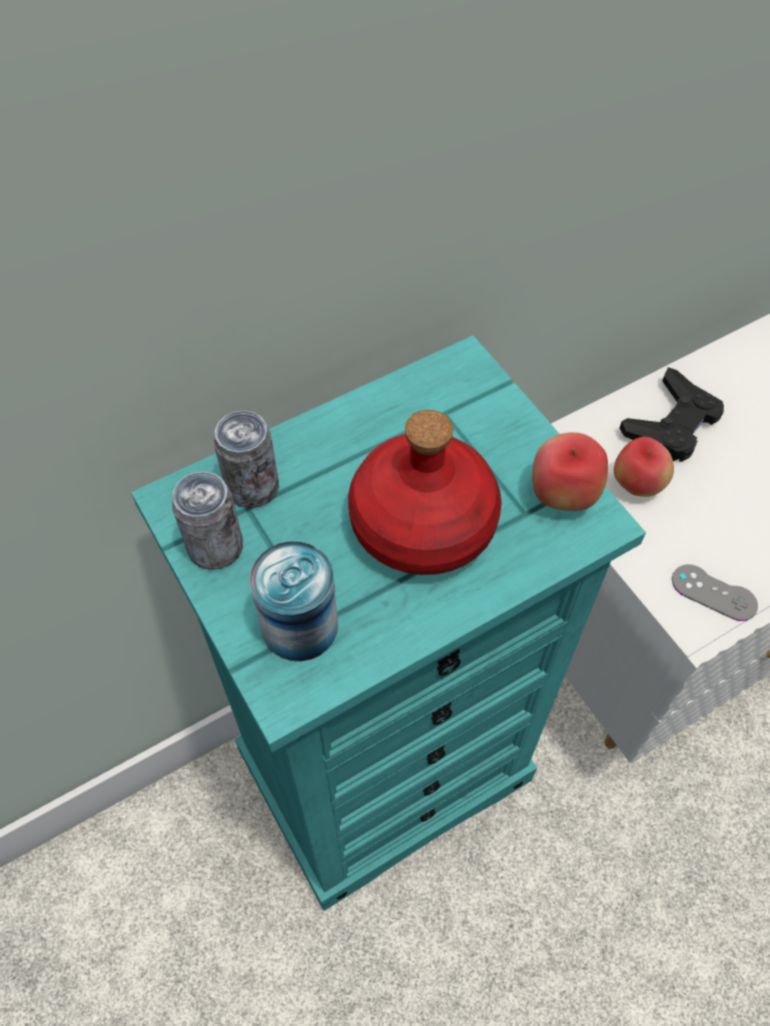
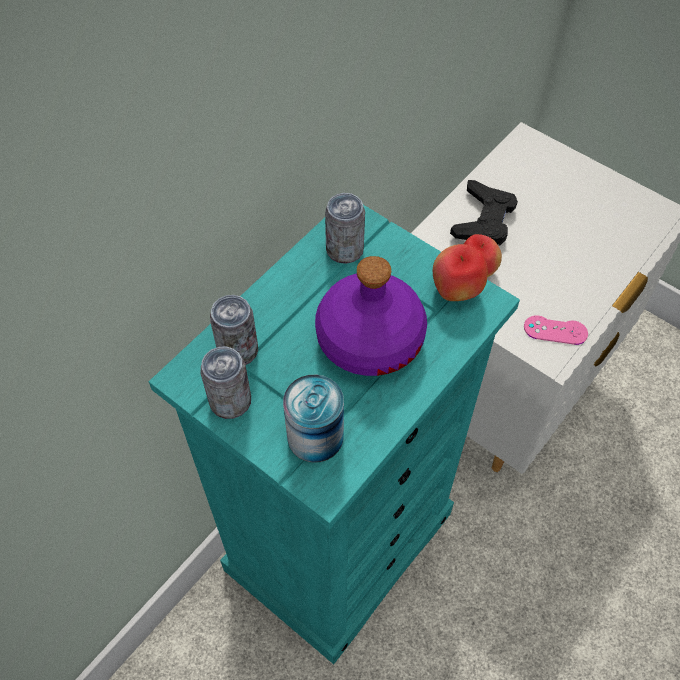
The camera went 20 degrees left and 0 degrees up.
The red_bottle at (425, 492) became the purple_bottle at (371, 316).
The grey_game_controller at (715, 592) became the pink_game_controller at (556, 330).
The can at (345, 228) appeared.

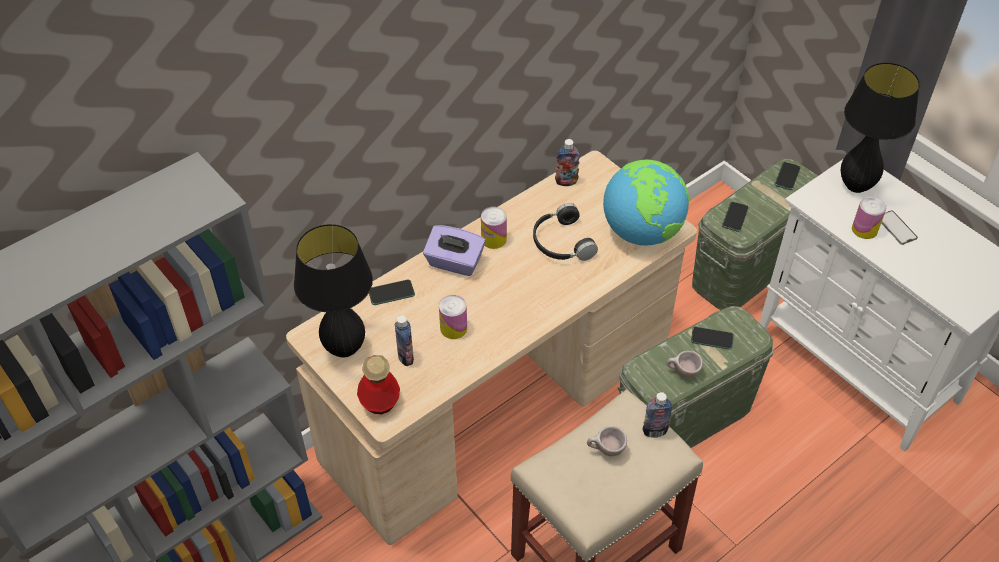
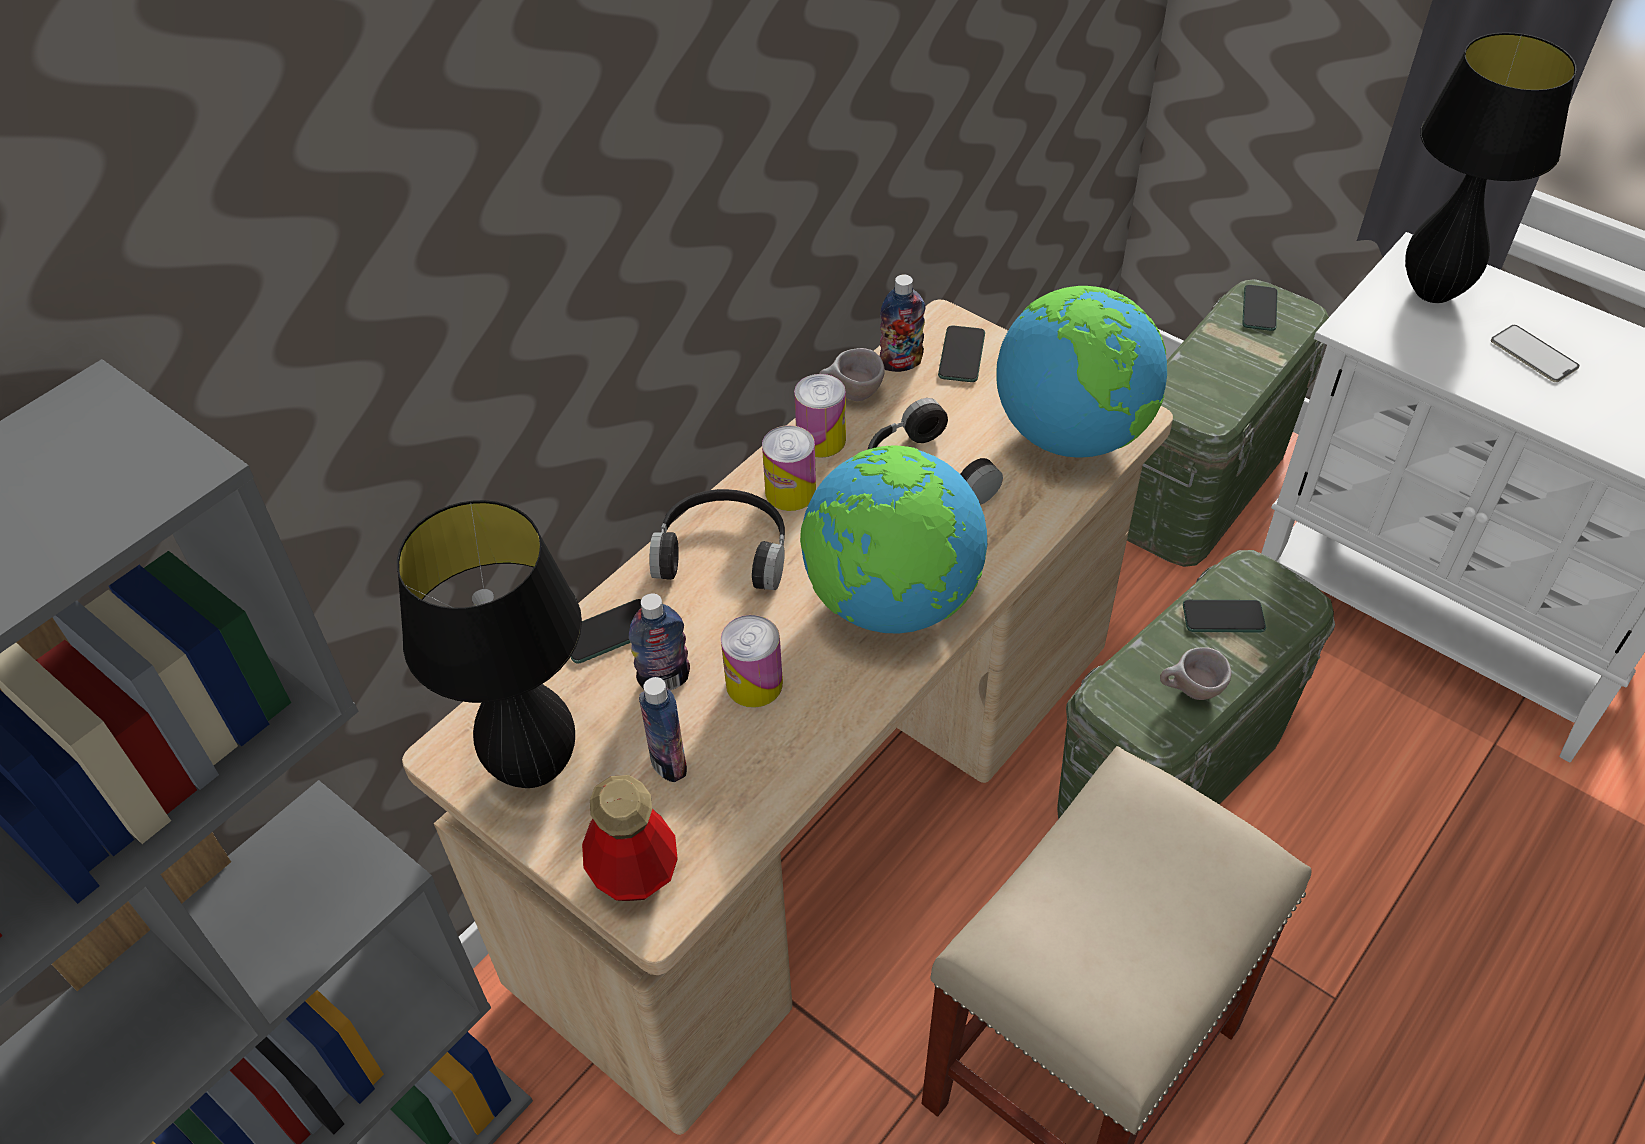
The camera went 10 degrees left and 0 degrees up.
The can moved from (869, 218) to (820, 416).
The phone moved from (735, 217) to (961, 354).
The purple_tissue_box at (454, 250) was replaced by the black_headphones at (717, 539).
The bottle moved from (657, 415) to (659, 642).
The beige_cup moved from (607, 441) to (852, 374).
The globe at (893, 539) appeared.

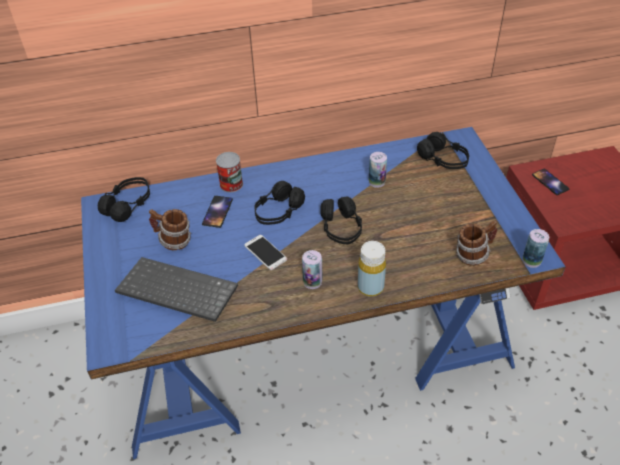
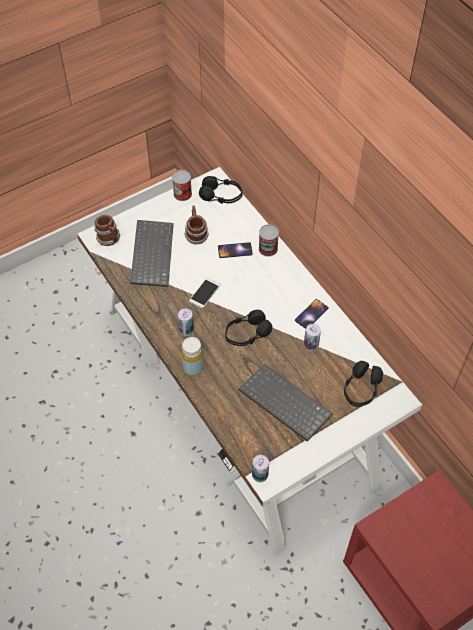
The camera went 70 degrees right and 10 degrees up.
The blue_desk at (323, 293) became the white_desk at (249, 361).
The phone moved from (550, 182) to (312, 314).
The black_headphones at (279, 203) disappeared.
The mug moved from (476, 243) to (107, 230).
The can at (182, 185) appeared.
The keyboard at (285, 402) appeared.

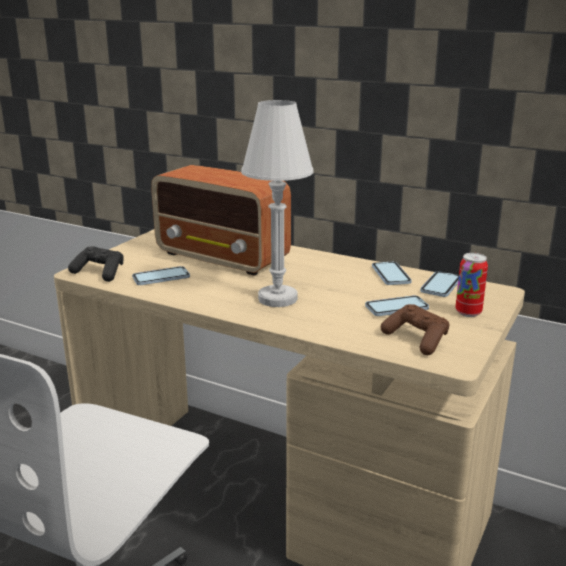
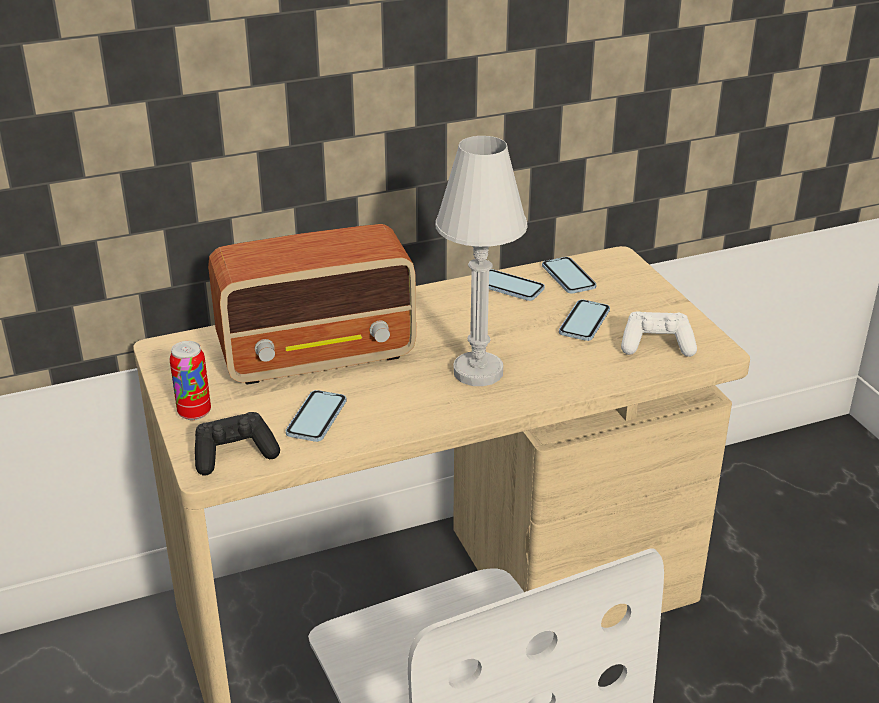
The camera went 50 degrees left and 10 degrees up.
The can moved from (471, 285) to (190, 380).
The brown_game_controller at (415, 329) became the white_game_controller at (659, 334).

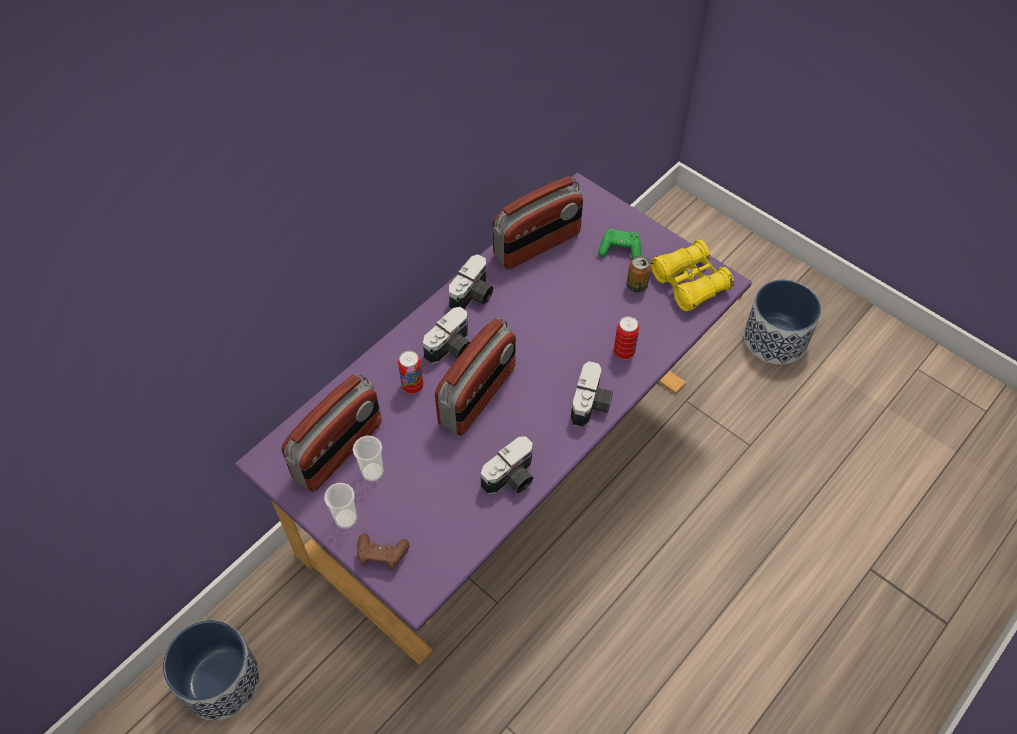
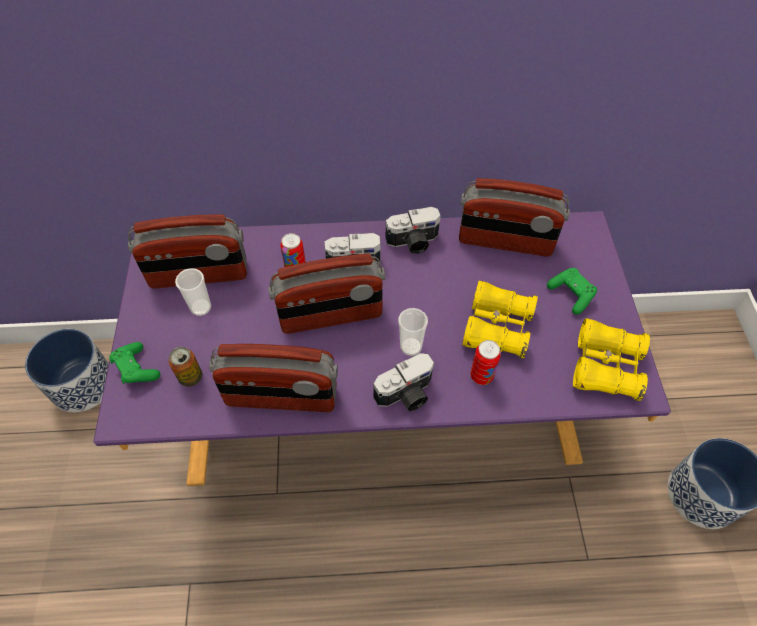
The camera went 45 degrees right and 0 degrees up.
The can moved from (639, 274) to (185, 367).
The photo_camera at (507, 465) was replaced by the radio at (273, 378).
The cup moved from (340, 506) to (413, 332).
The brown_game_controller at (383, 551) became the green_game_controller at (134, 363).
The yellow_binoculars at (500, 320) appeared.

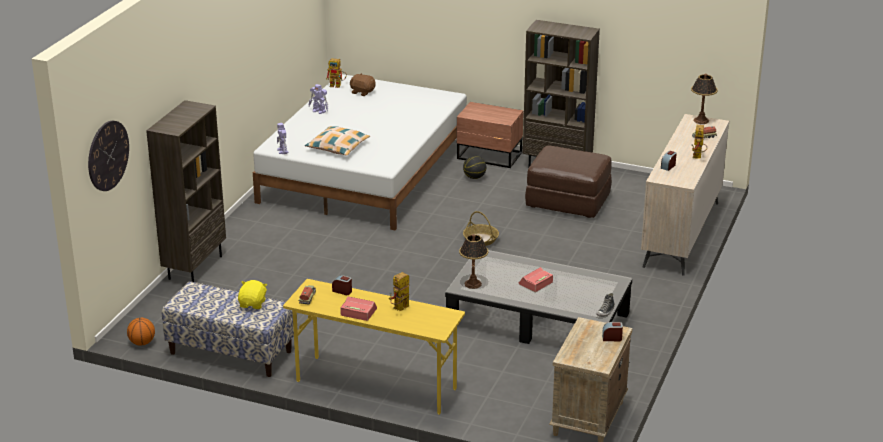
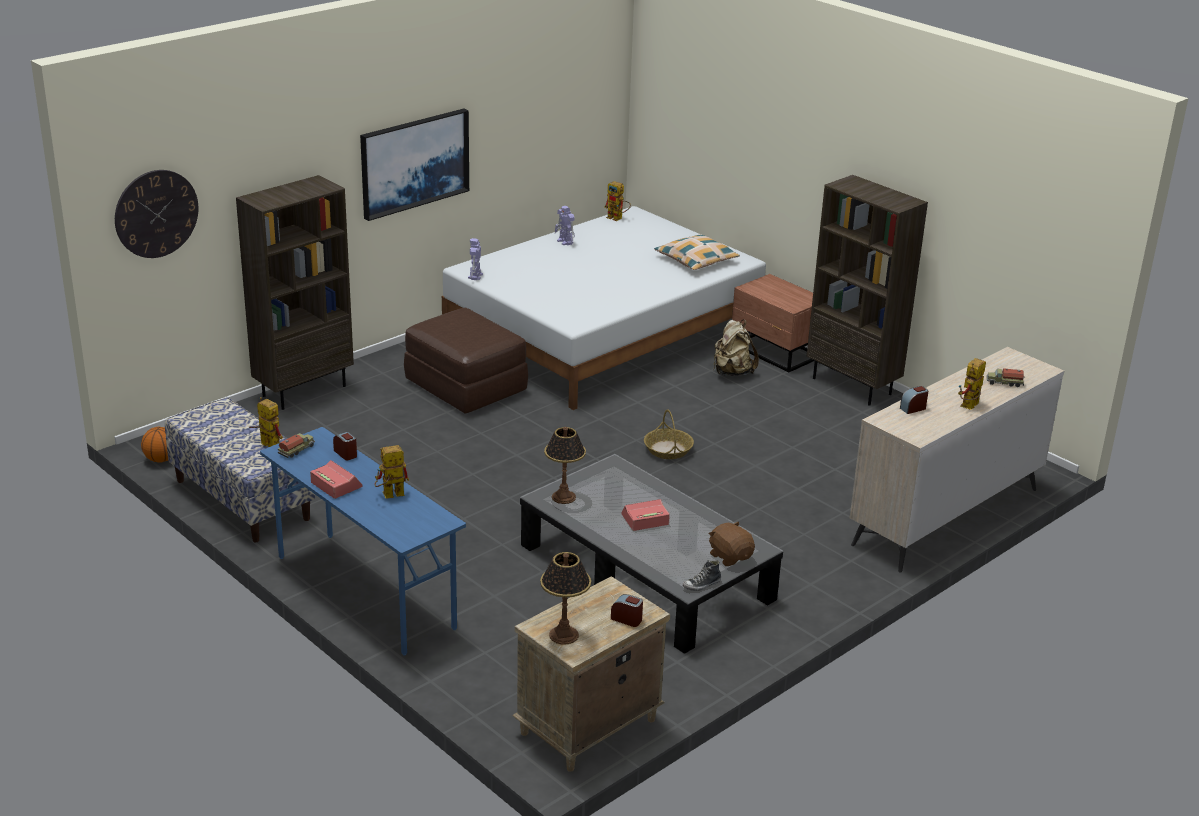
The camera went 25 degrees right and 0 degrees up.
The brown_plush_toy moved from (363, 84) to (732, 543).
The table_lamp moved from (704, 99) to (565, 598).
The pillow moved from (337, 141) to (697, 252).
The brown_ottoman moved from (568, 181) to (466, 360).
The basketball at (474, 167) was replaced by the beige_backpack at (736, 348).
The yellow_desk at (374, 347) became the blue_desk at (363, 541).
The yellow_plush_toy at (252, 294) was replaced by the toy_robot at (266, 422).
The picture at (414, 165) appeared.

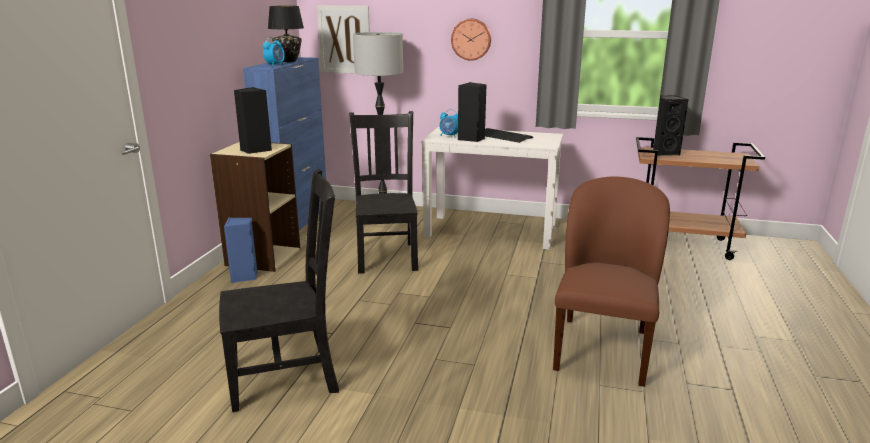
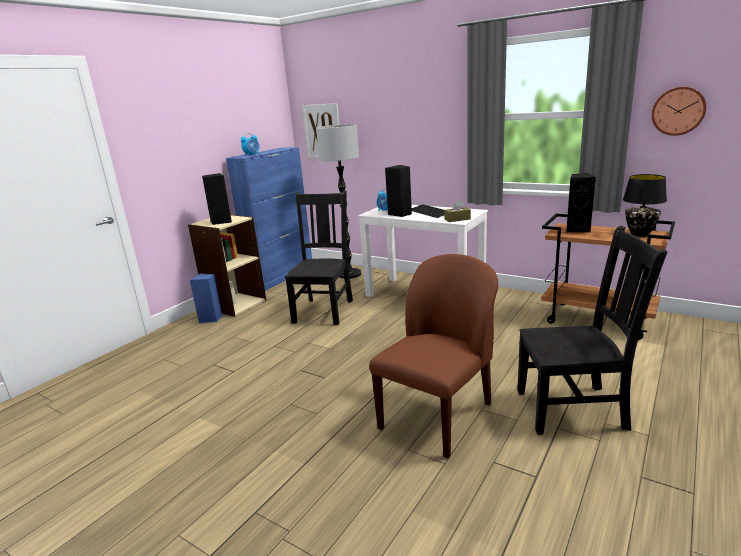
The camera went 20 degrees right and 0 degrees up.
The black_table_lamp moved from (286, 34) to (645, 205).
The wall_clock moved from (471, 40) to (679, 111).
The black_chair moved from (279, 290) to (592, 330).
The brown_tissue_box at (457, 211) appeared.

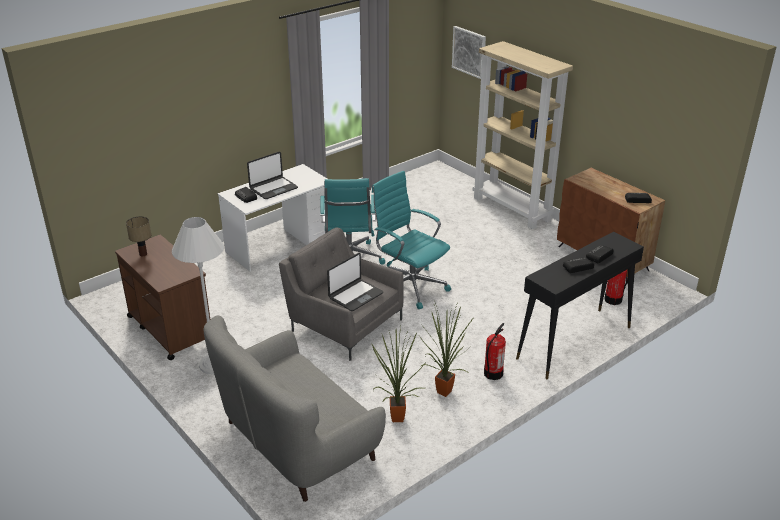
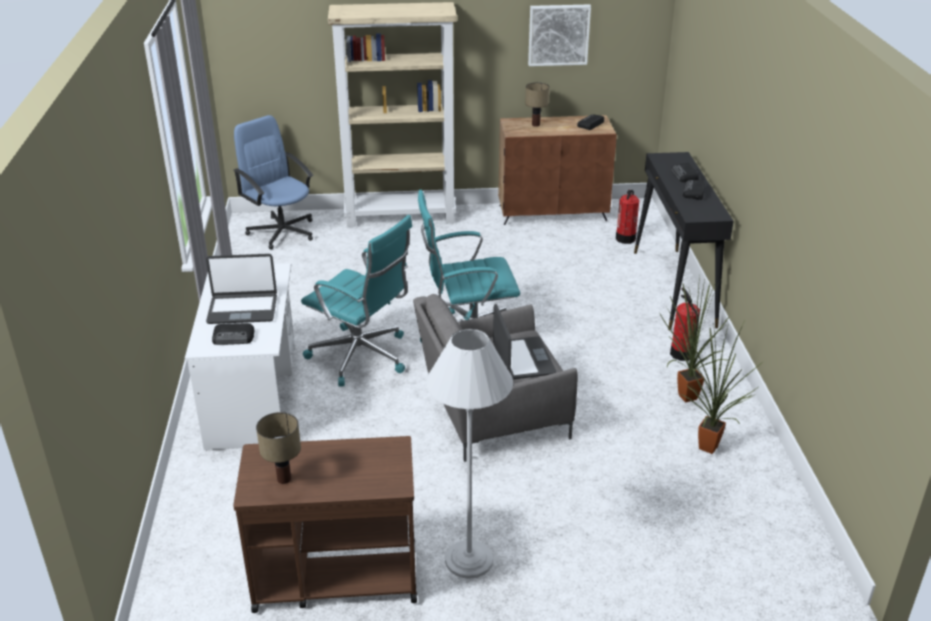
The camera went 55 degrees left and 0 degrees up.
The picture moved from (469, 52) to (559, 35).
The laptop at (272, 175) turned 90 degrees clockwise.
The grey_sofa at (294, 408) disappeared.
The table_lamp at (537, 104) appeared.
The blue_office_chair at (273, 182) appeared.

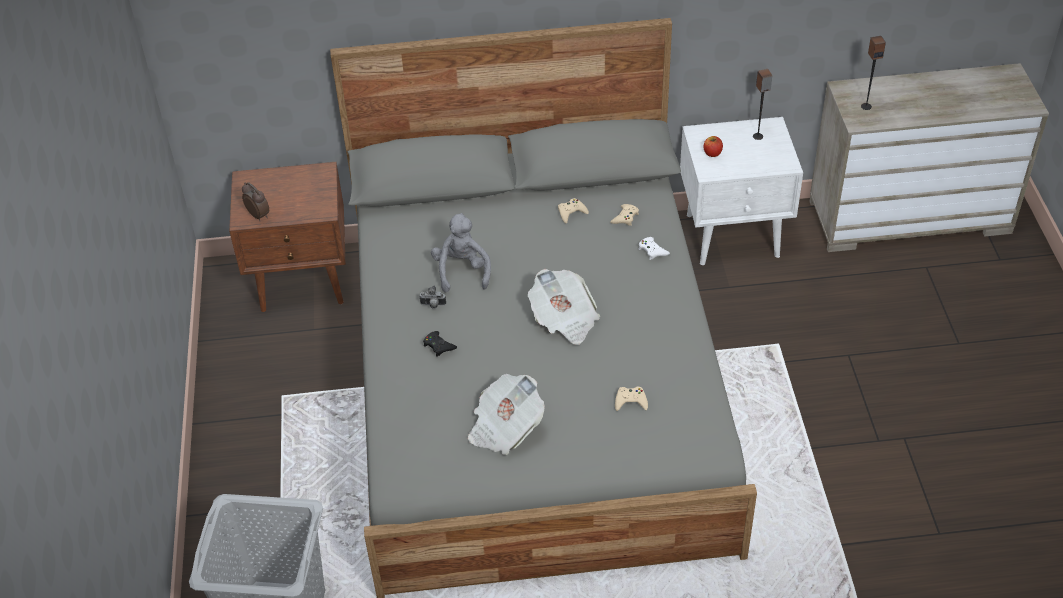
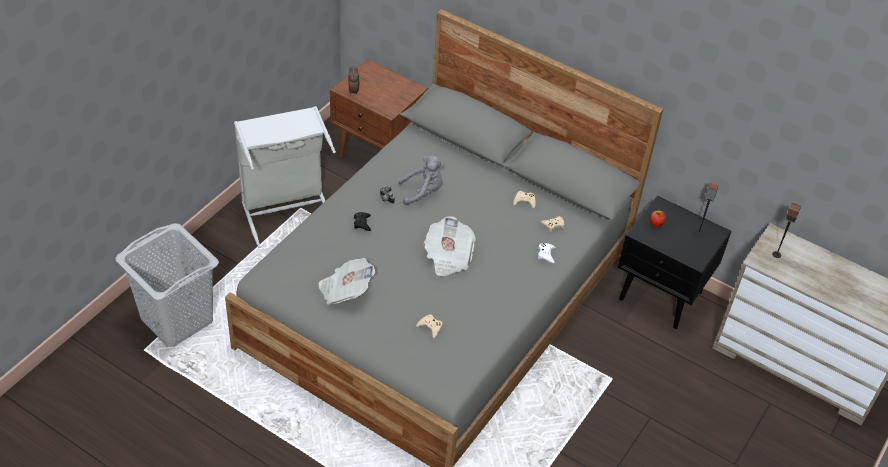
The camera went 35 degrees right and 0 degrees up.
The white_nightstand at (741, 191) became the black_nightstand at (675, 262).
The grey_plush_toy at (461, 253) turned 45 degrees clockwise.
The grey_laundry_basket at (285, 177) appeared.

